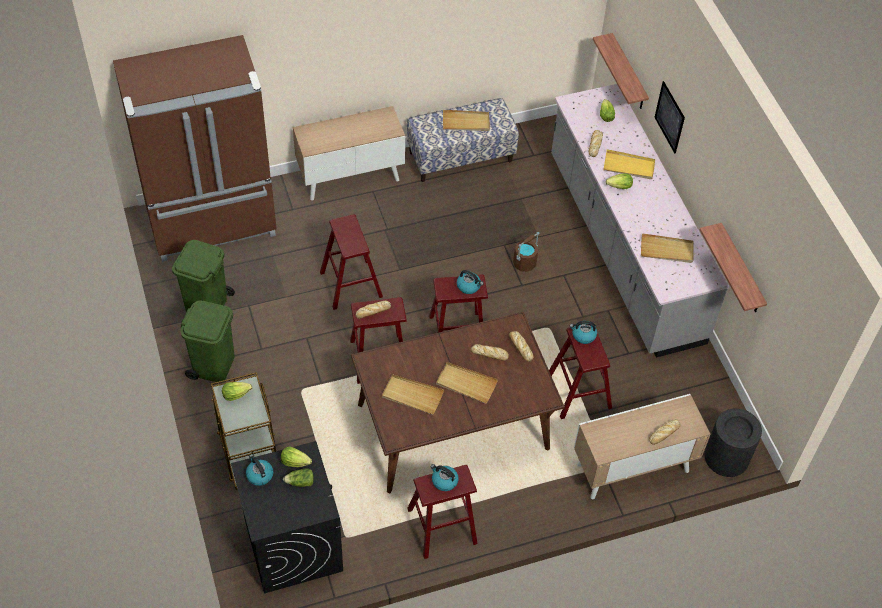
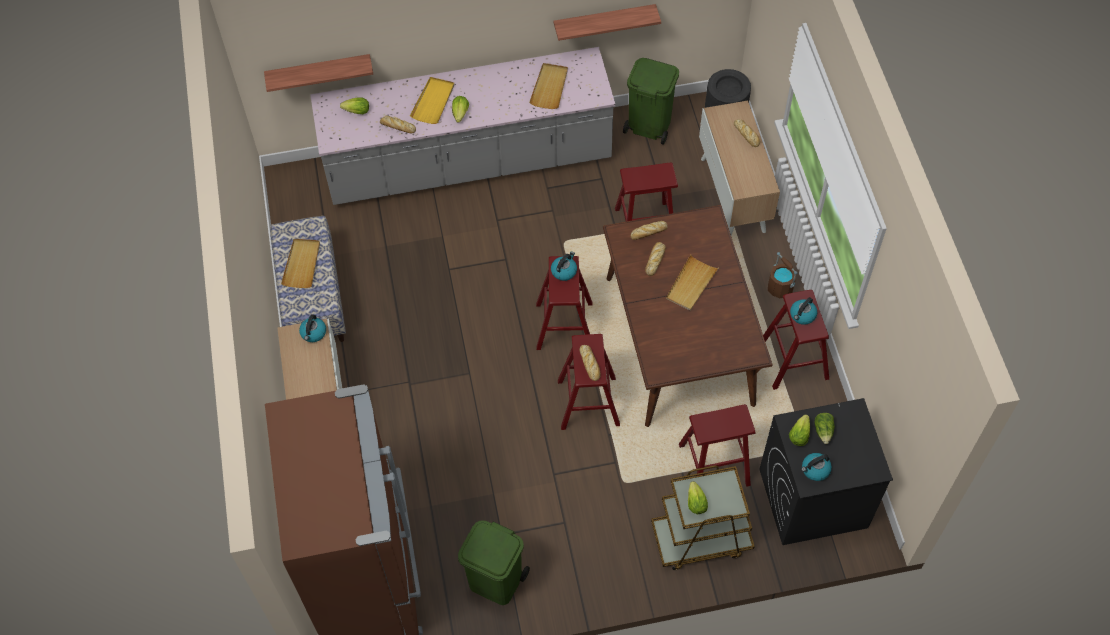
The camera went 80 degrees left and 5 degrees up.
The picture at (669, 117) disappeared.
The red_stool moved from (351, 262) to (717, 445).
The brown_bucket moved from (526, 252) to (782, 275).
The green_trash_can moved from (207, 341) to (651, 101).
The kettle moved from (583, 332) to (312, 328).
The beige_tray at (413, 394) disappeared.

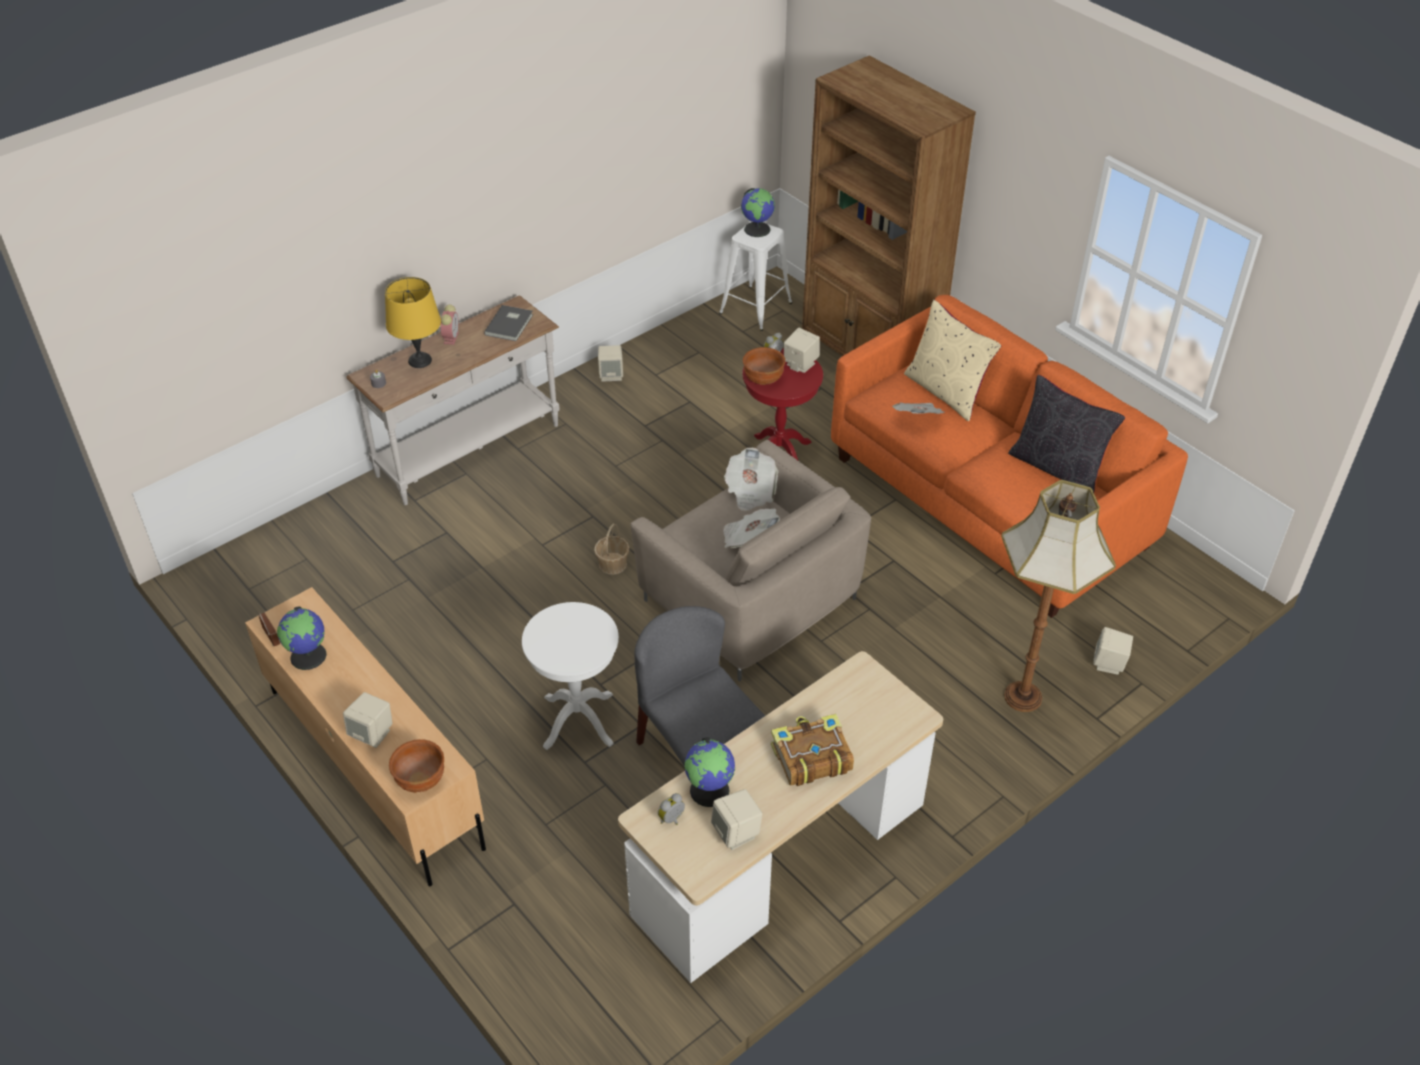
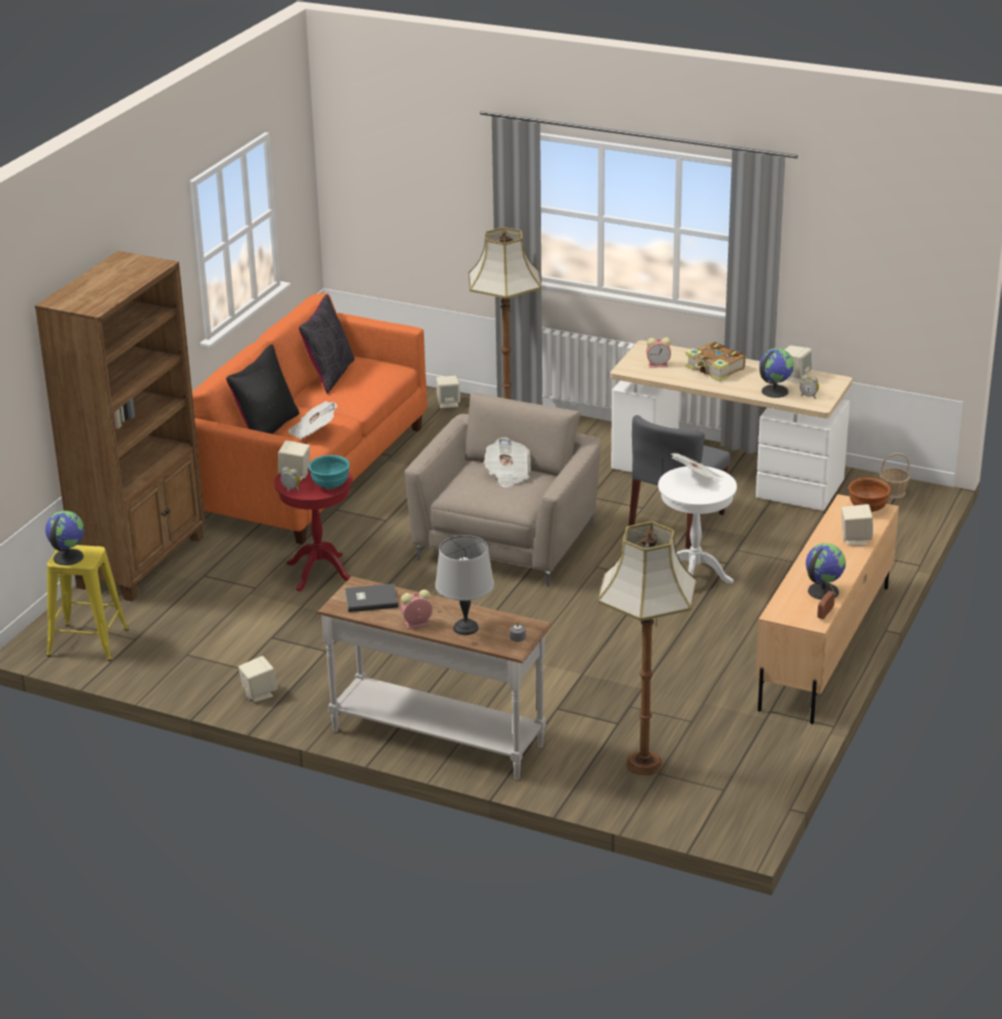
The camera went 115 degrees left and 15 degrees down.
The white_stool at (755, 276) became the yellow_stool at (88, 603).
The yellow_table_lamp at (413, 322) became the grey_table_lamp at (464, 585).
The beige_pillow at (953, 360) became the black_pillow at (263, 389).
The brown_bowl at (764, 366) became the turquoise_bowl at (329, 472).
The newspaper moved from (751, 479) to (697, 466).
The basket moved from (612, 549) to (894, 476).
The alarm_clock at (658, 352) appeared.
The floor_lamp at (647, 648) appeared.

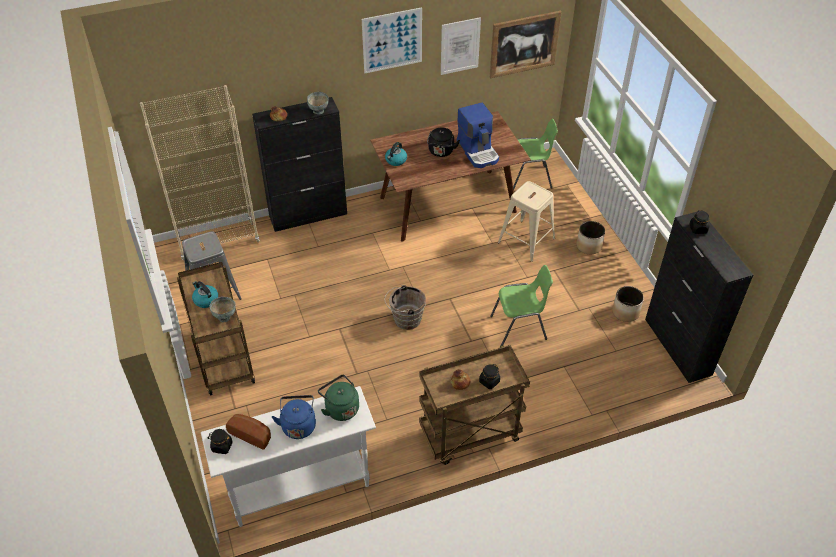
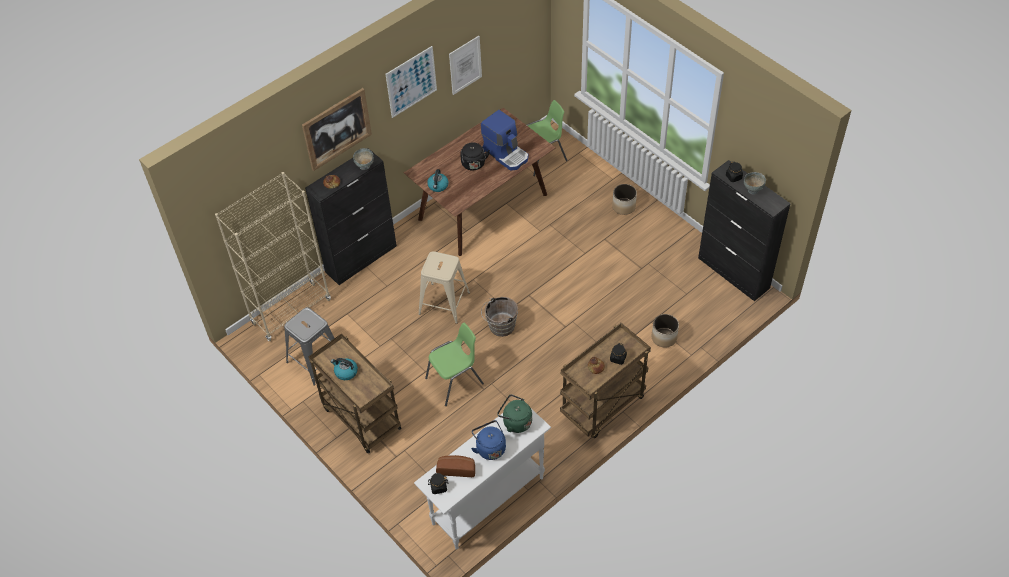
The camera went 20 degrees left and 5 degrees up.
The picture moved from (526, 44) to (337, 129).
The beige_stool moved from (526, 221) to (444, 287).
The green_chair moved from (521, 305) to (454, 364).
The planter moved from (628, 304) to (665, 330).
The grey_bowl moved from (222, 309) to (755, 183).

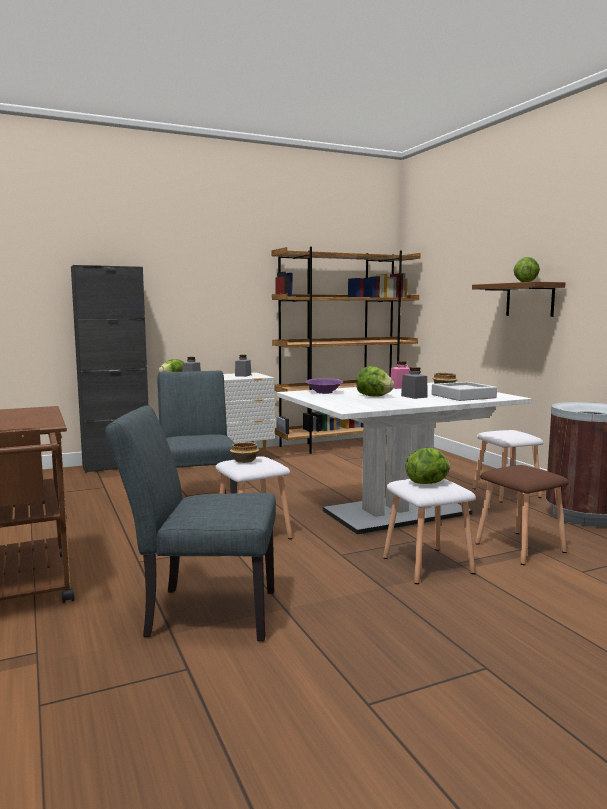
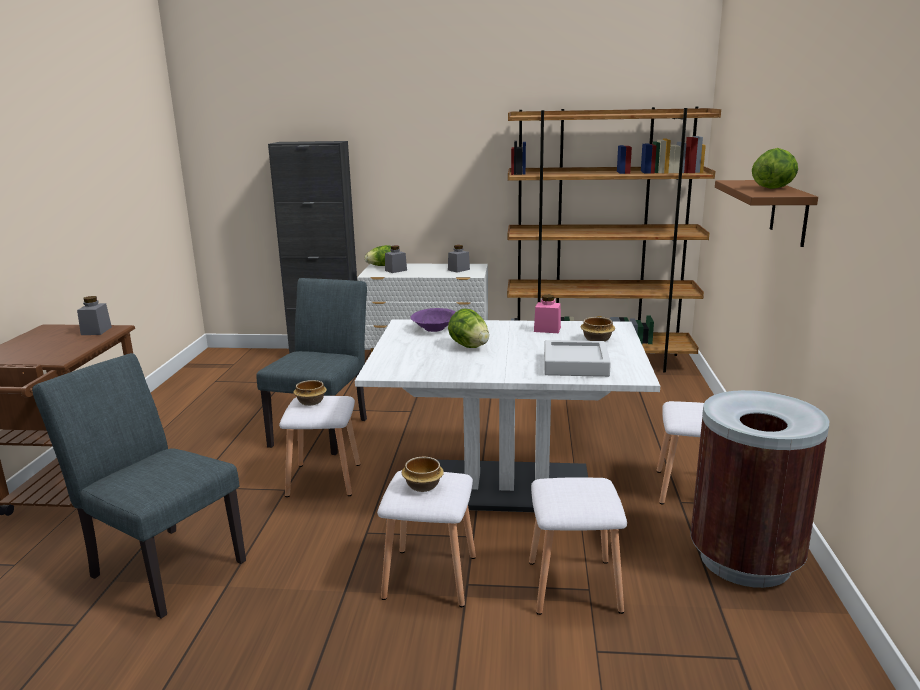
The camera went 30 degrees right and 10 degrees up.
The grey_jar moved from (414, 383) to (94, 315).
The lettuce at (427, 465) was replaced by the bowl at (423, 474).
The brown_stool at (522, 515) became the white_stool at (578, 546).

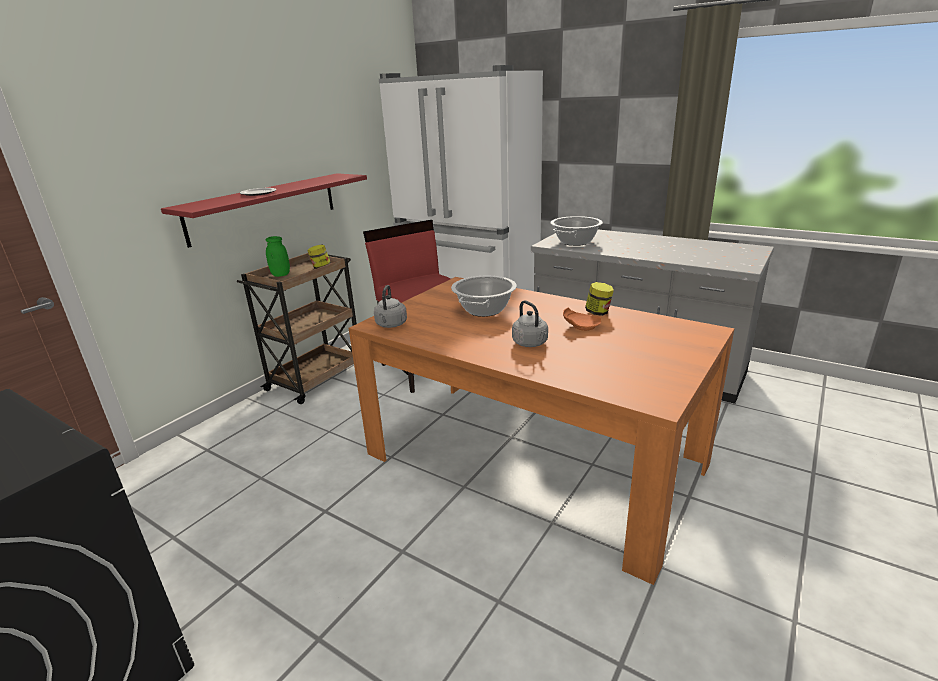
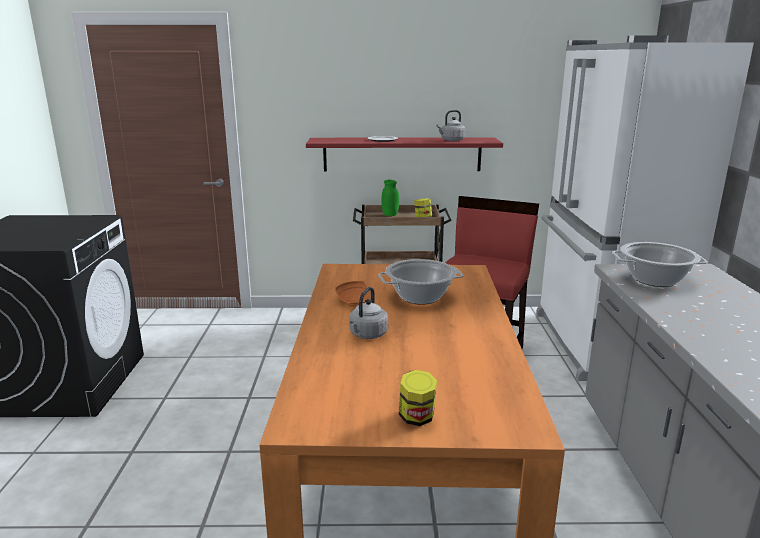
The camera went 55 degrees right and 5 degrees down.
The jar moved from (599, 299) to (418, 398).
The grey_kettle moved from (390, 306) to (450, 125).
The orange_plate moved from (582, 319) to (353, 294).

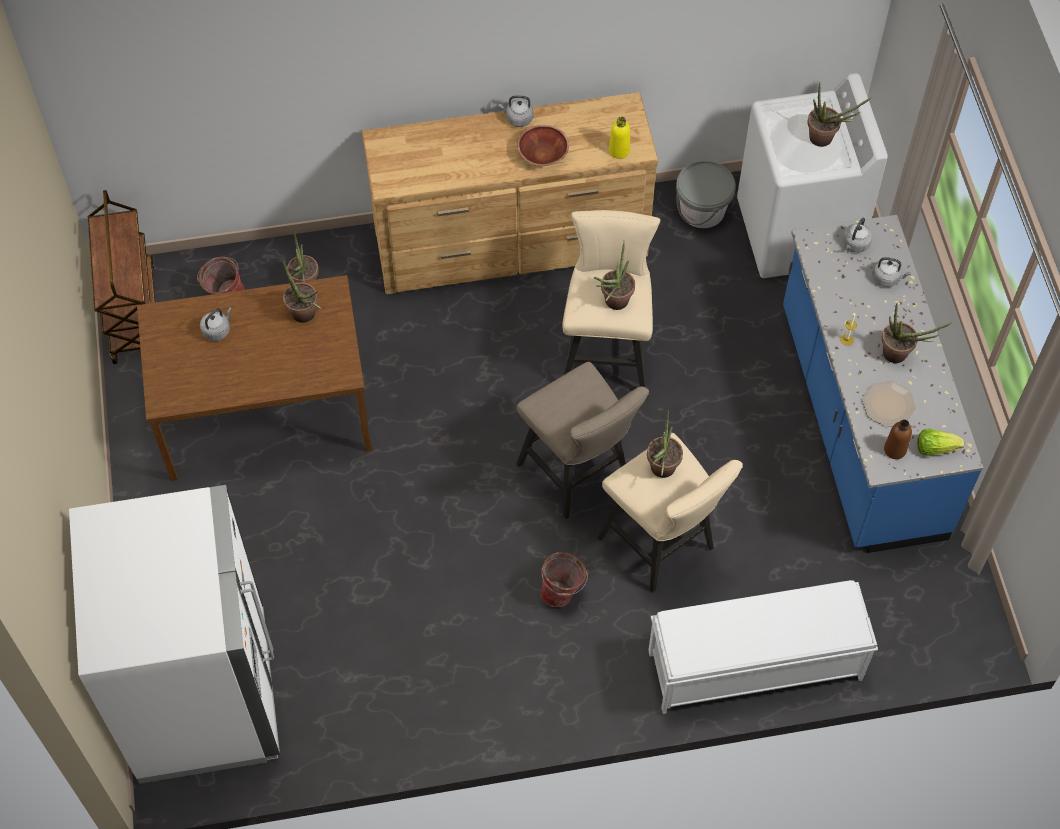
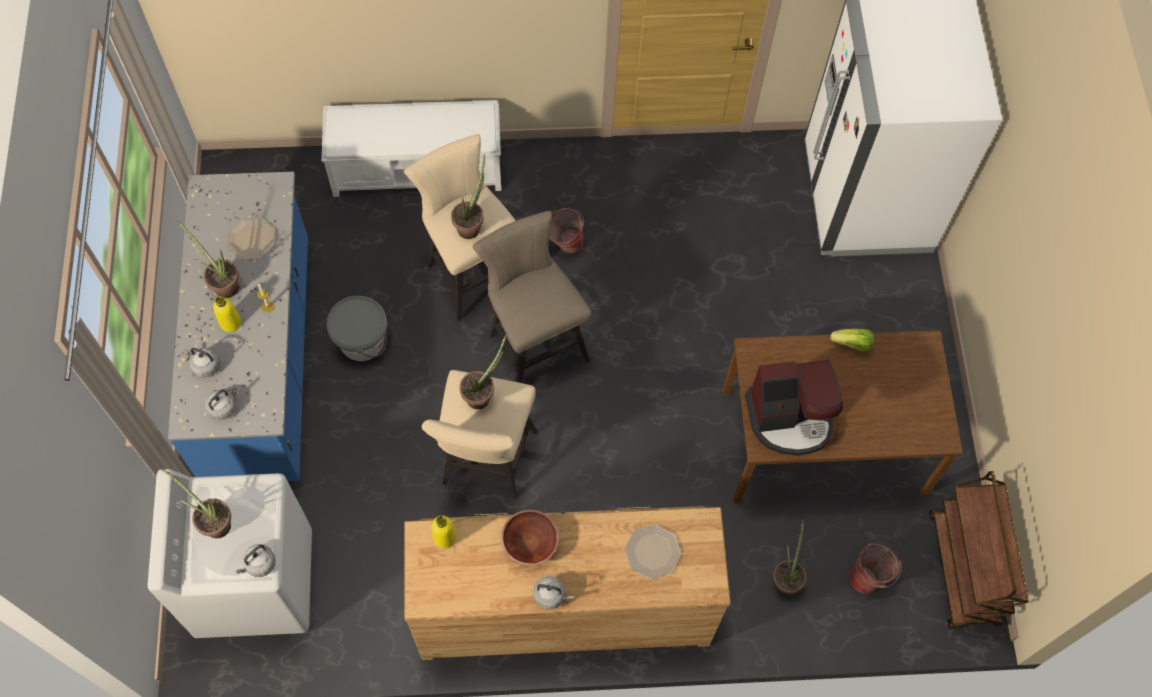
The camera went 175 degrees left and 5 degrees up.
The grey_bucket moved from (706, 194) to (356, 328).
The potted_plant at (302, 291) was replaced by the coffee_machine at (794, 408).
The grey_kettle moved from (216, 324) to (255, 560).
The brown_bottle at (898, 439) disappeared.
The lettuce moved from (940, 442) to (852, 341).
The yellow_bottle at (227, 314) appeared.
The plate at (653, 551) appeared.

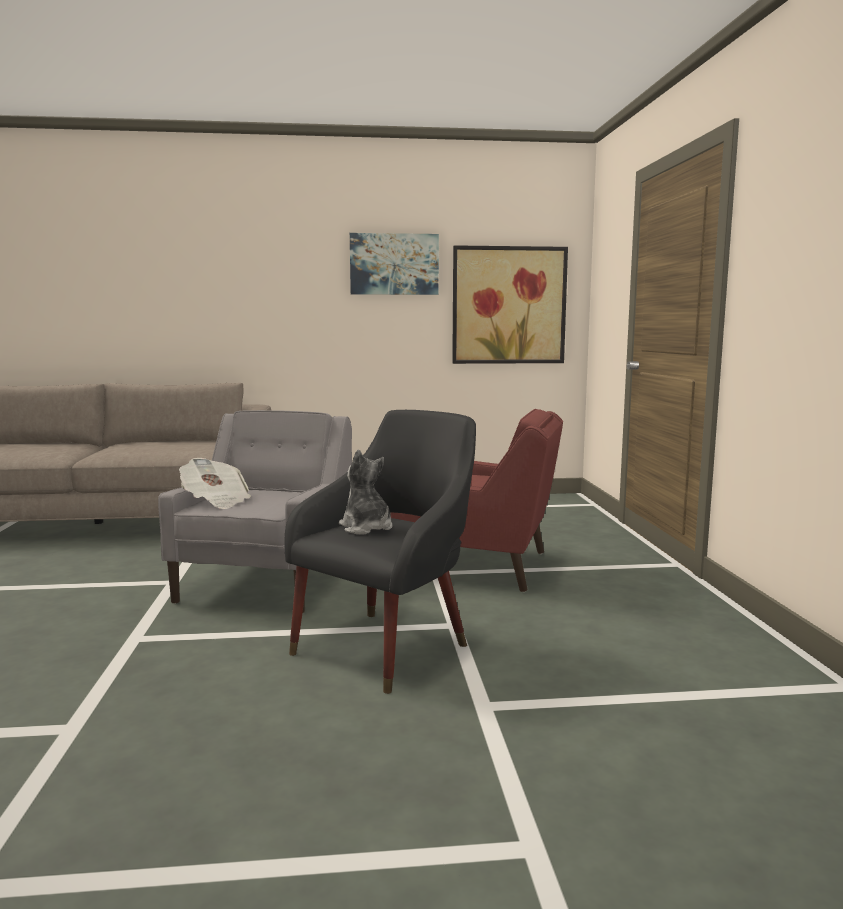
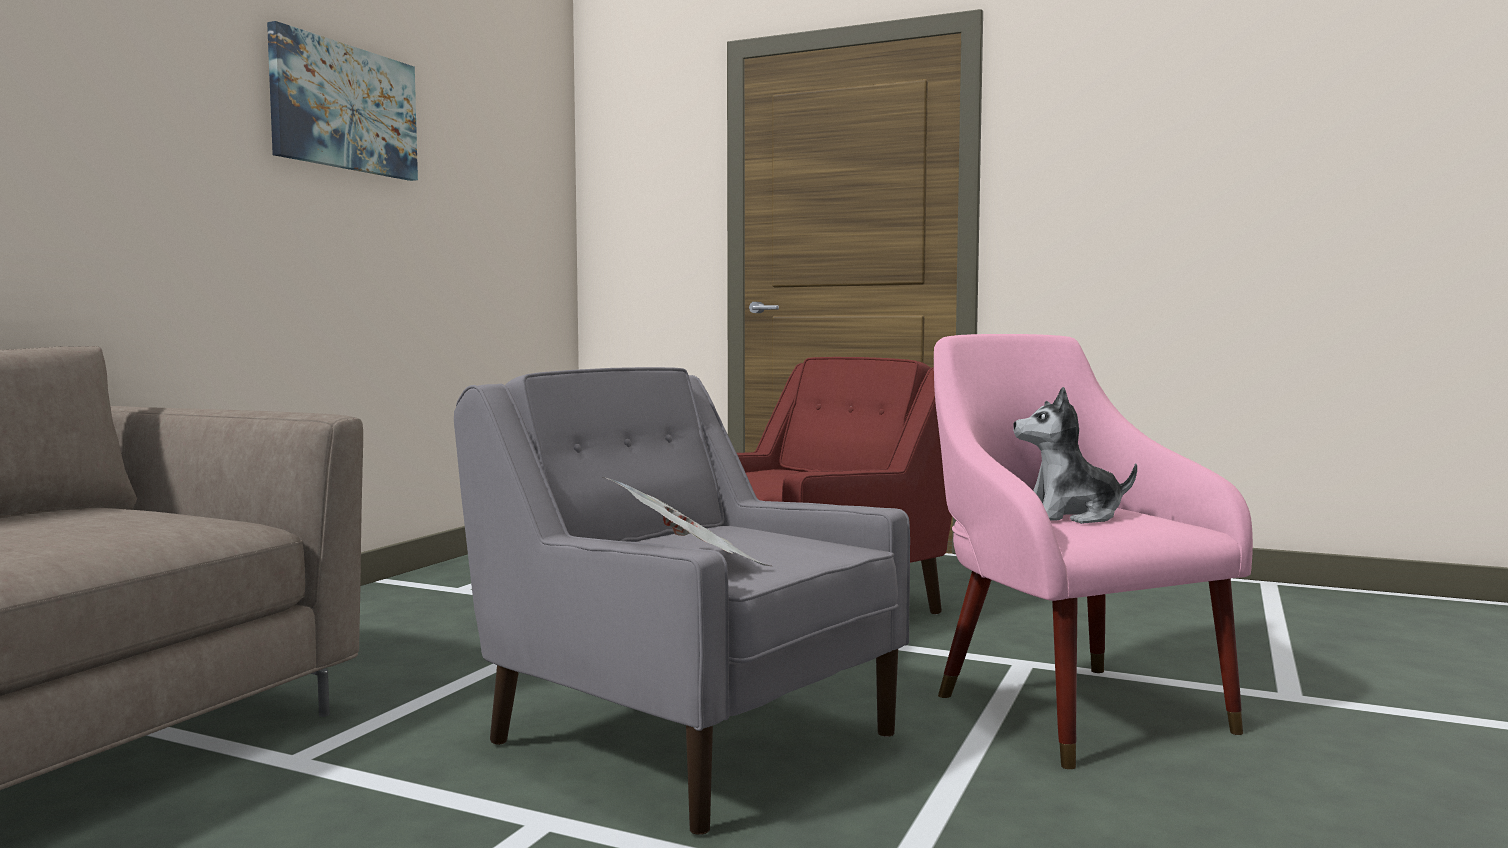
The camera went 60 degrees left and 5 degrees down.
The picture at (510, 304) disappeared.
The black_armchair at (380, 552) became the pink_armchair at (1093, 551).

